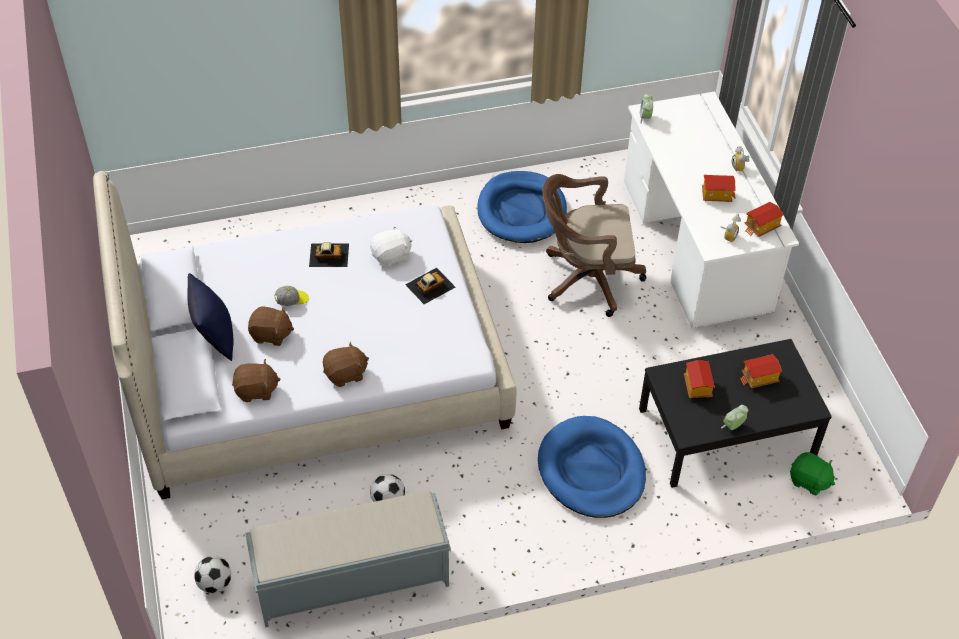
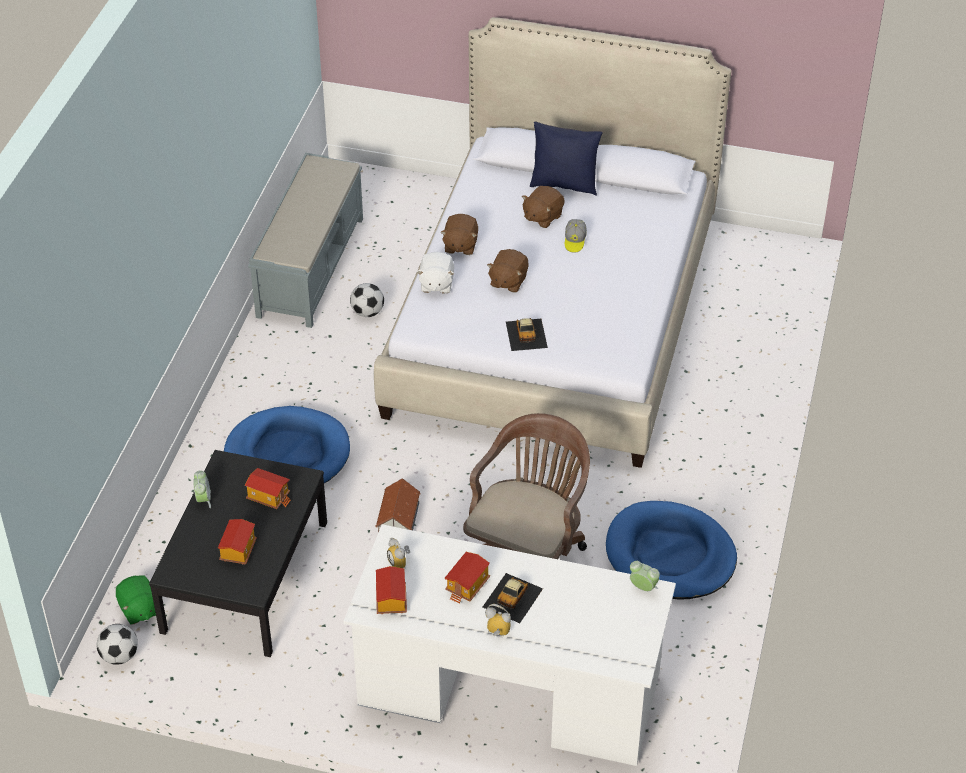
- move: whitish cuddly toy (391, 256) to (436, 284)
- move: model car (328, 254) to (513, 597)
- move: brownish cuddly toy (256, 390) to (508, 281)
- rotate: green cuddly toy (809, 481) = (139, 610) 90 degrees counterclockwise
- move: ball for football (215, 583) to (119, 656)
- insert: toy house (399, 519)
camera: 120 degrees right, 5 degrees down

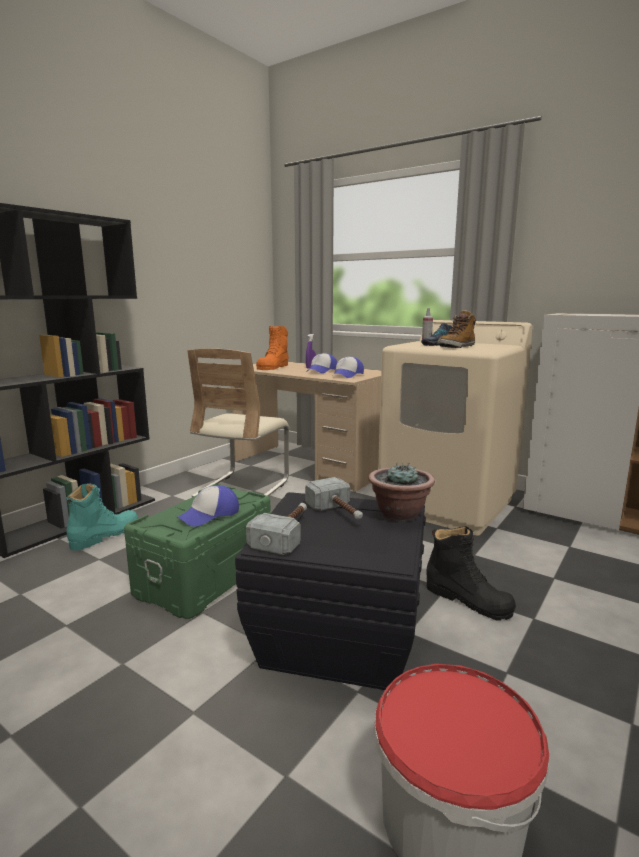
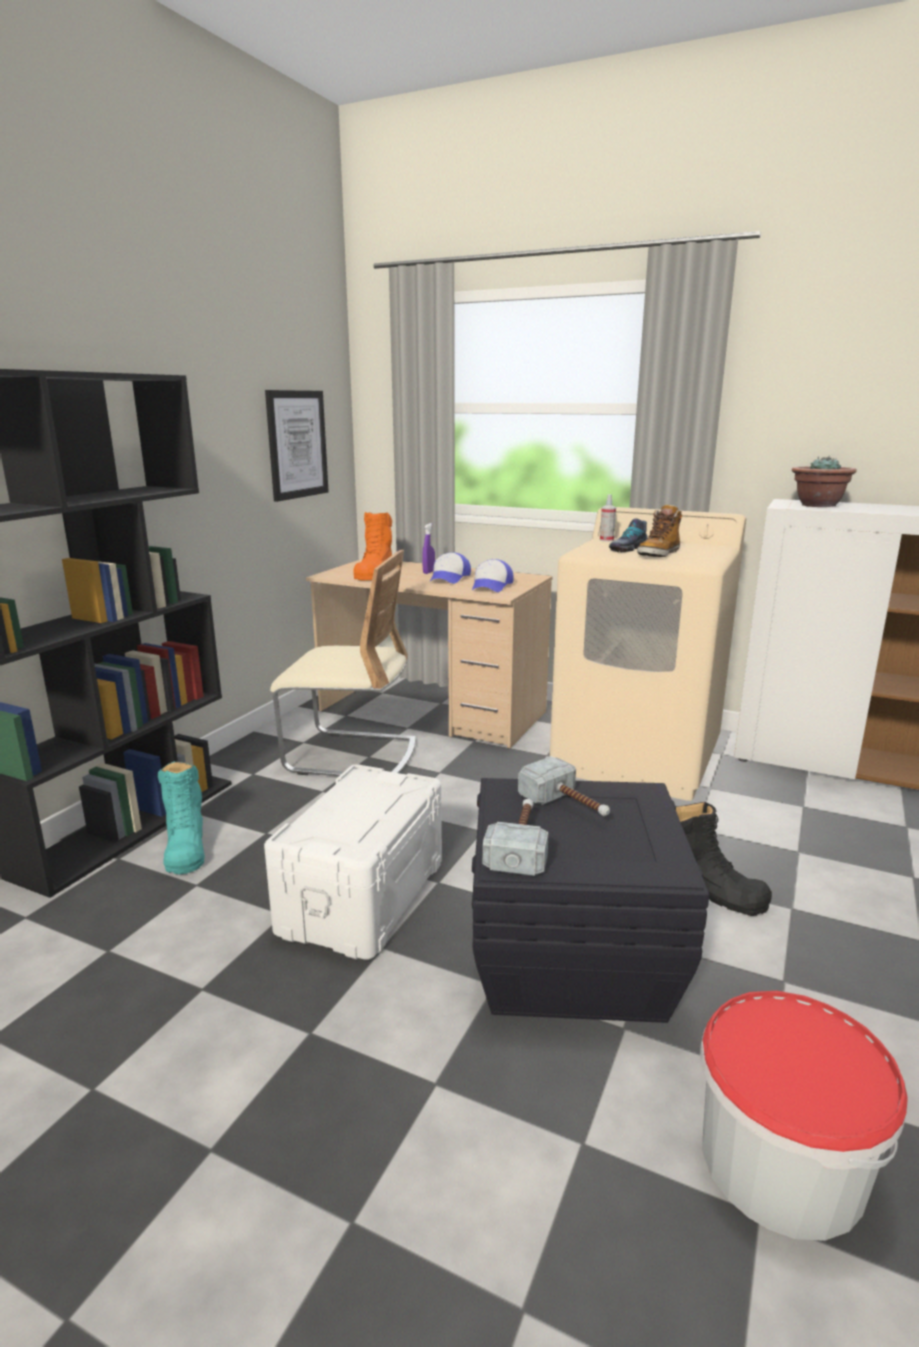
- rotate: beige upright chair (242, 489) = (351, 756) 90 degrees counterclockwise
- move: houseplant (399, 514) to (817, 505)
- rotate: turquoise tall boot (105, 535) = (185, 847) 135 degrees clockwise
- recolor: green storage box (207, 577) to whitish storage box (365, 896)
- delete: peaked cap (210, 515)
- insert: picture (297, 444)
camera: 10 degrees left, 5 degrees up

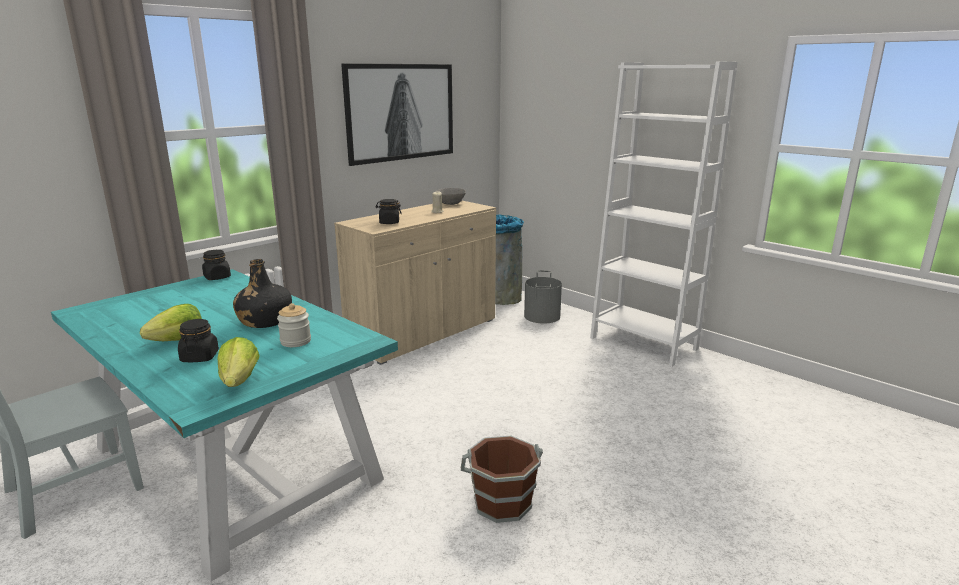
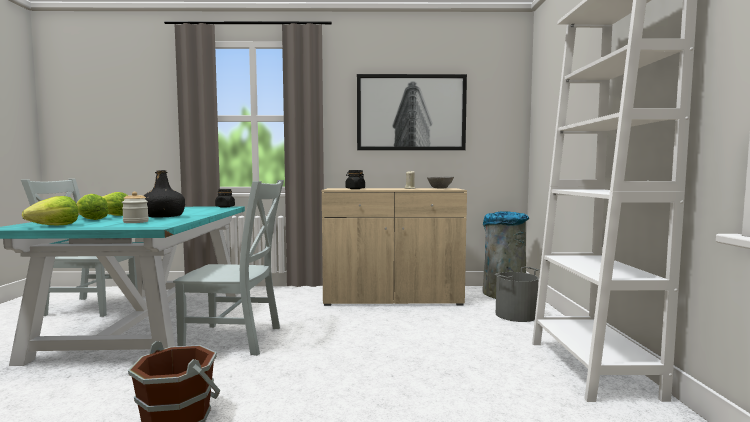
- replace: black storage jar (200, 357) to head of lettuce (90, 219)
- insert: greyish upright chair (237, 339)
camera: 45 degrees right, 15 degrees down

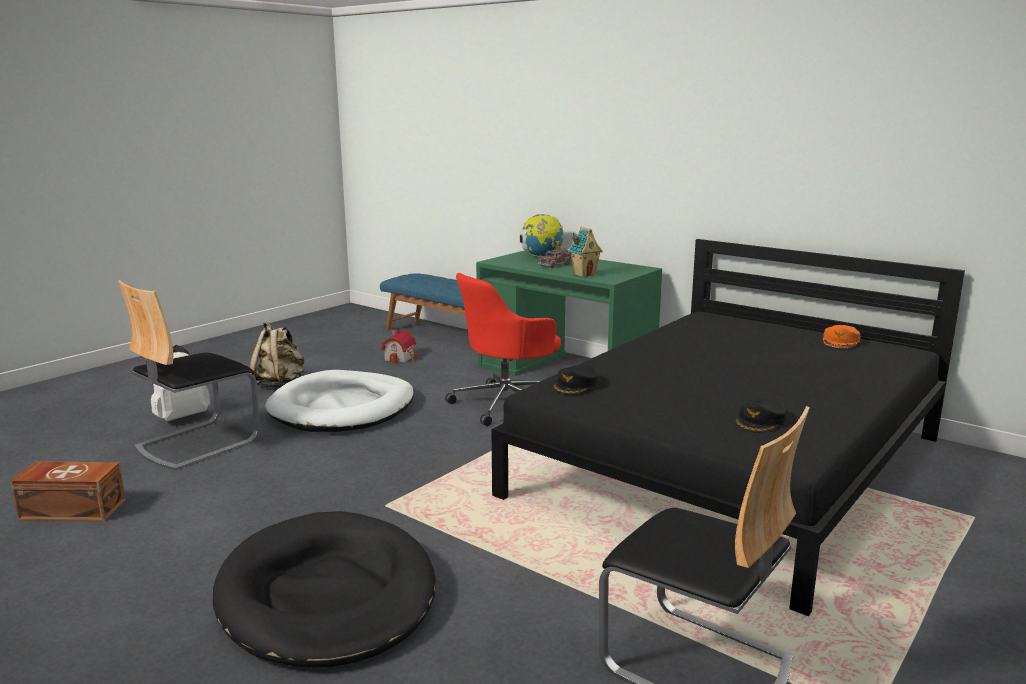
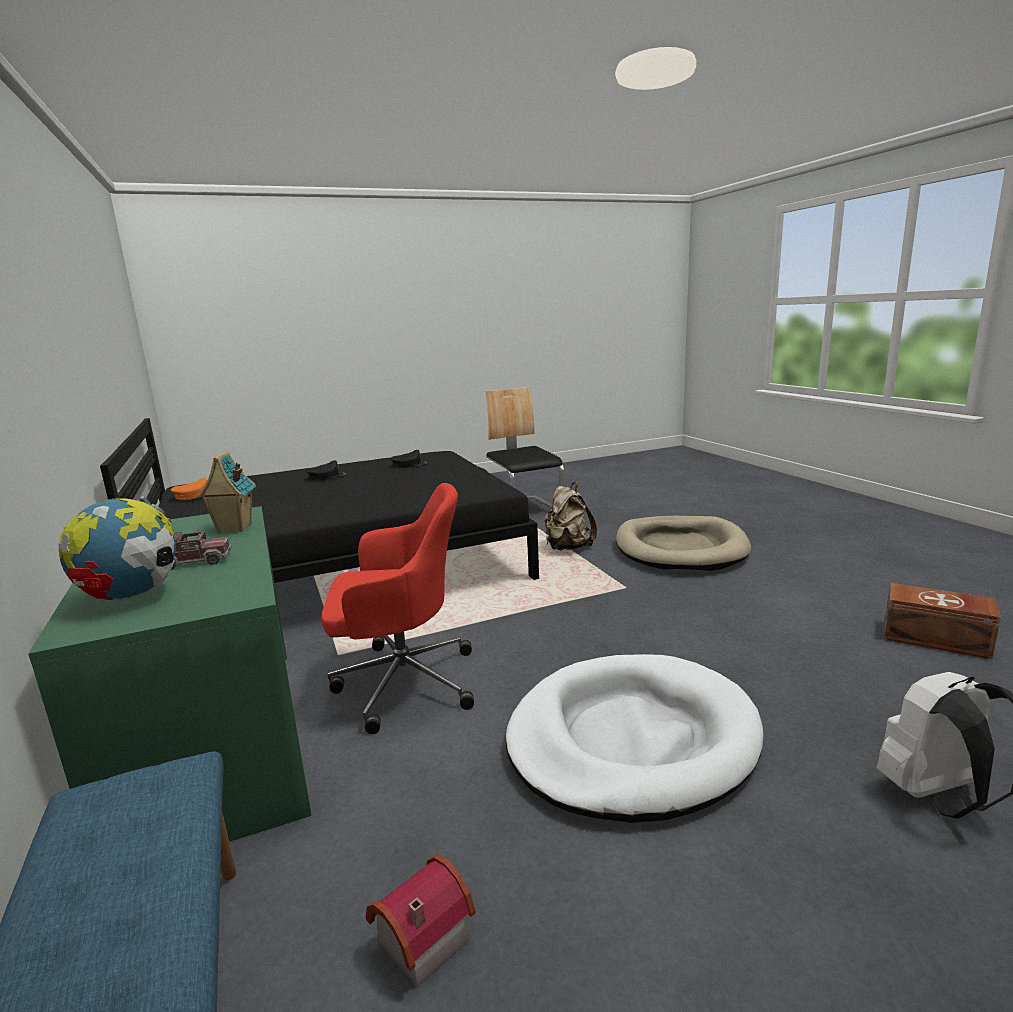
- delete: upright chair (197, 443)
- move: beige knapsack (280, 385) to (568, 548)
- move: black peaked cap (575, 385) to (327, 476)
- recolor: black dog bed (327, 595) to beige dog bed (680, 548)
camera: 150 degrees left, 0 degrees up

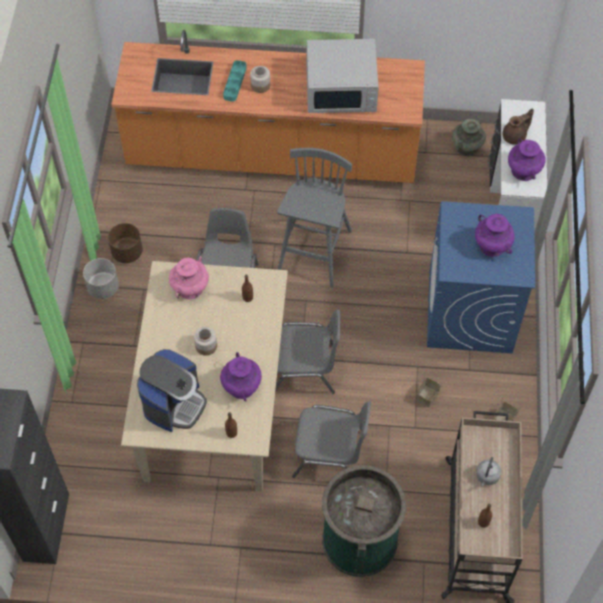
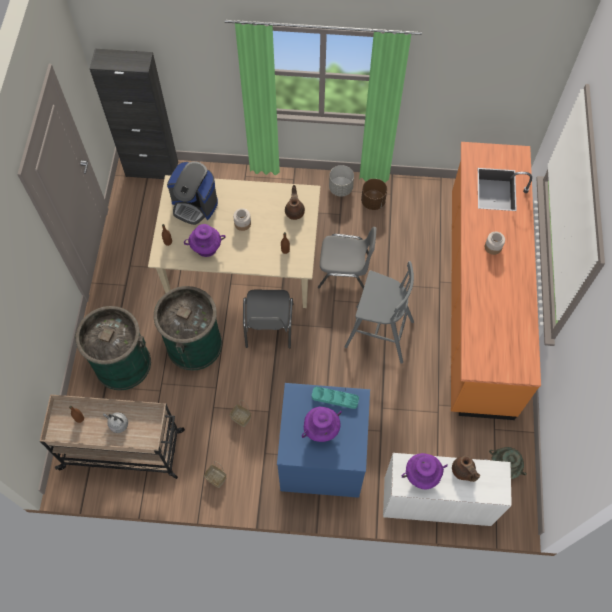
- delete: whitish microwave oven (341, 89)
- move: turquoise carrying tray (235, 82) to (335, 398)
- replace: pink decorative vase (190, 288) to brownish teapot (295, 211)
- replace: greyish upright chair (330, 454) to green trash can (194, 344)
camera: 90 degrees right, 5 degrees up

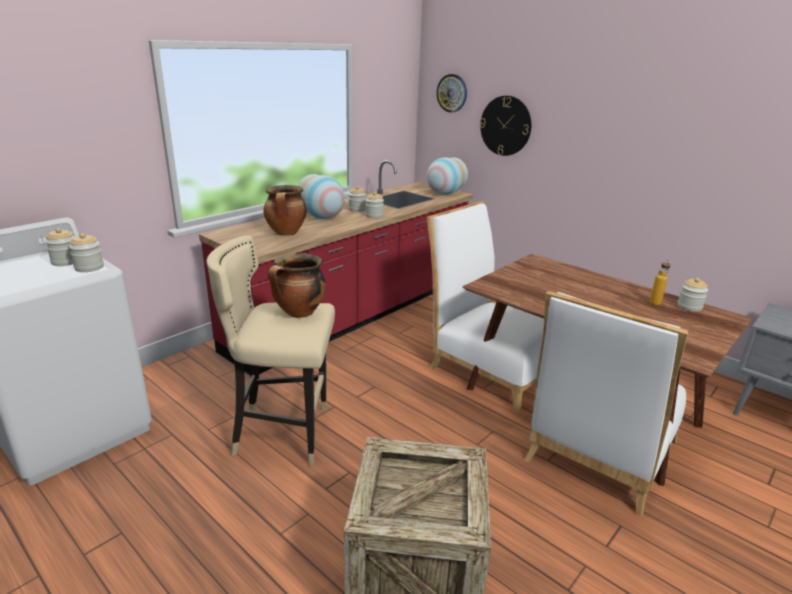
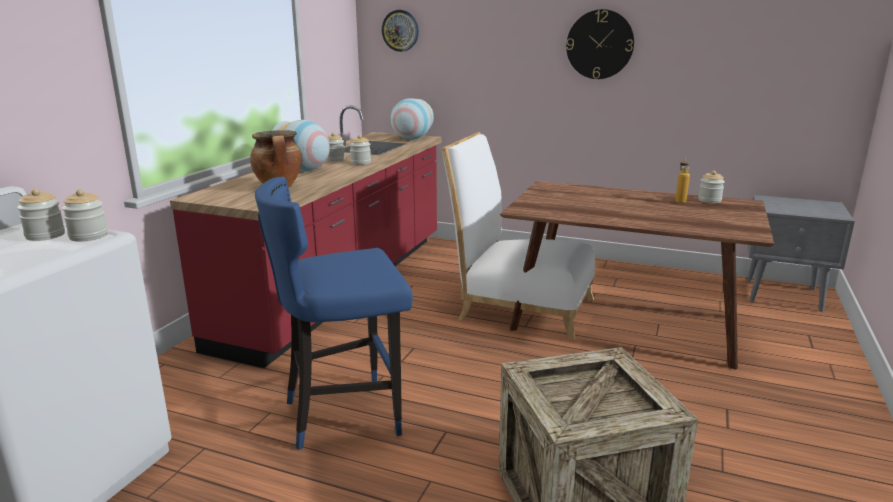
- move: wall clock (505, 126) to (599, 44)
- recolor: beige stool (284, 433) to bluish stool (344, 414)
- delete: saucepot (299, 313)
- delete: whitish upright chair (598, 456)
camera: 20 degrees left, 5 degrees down

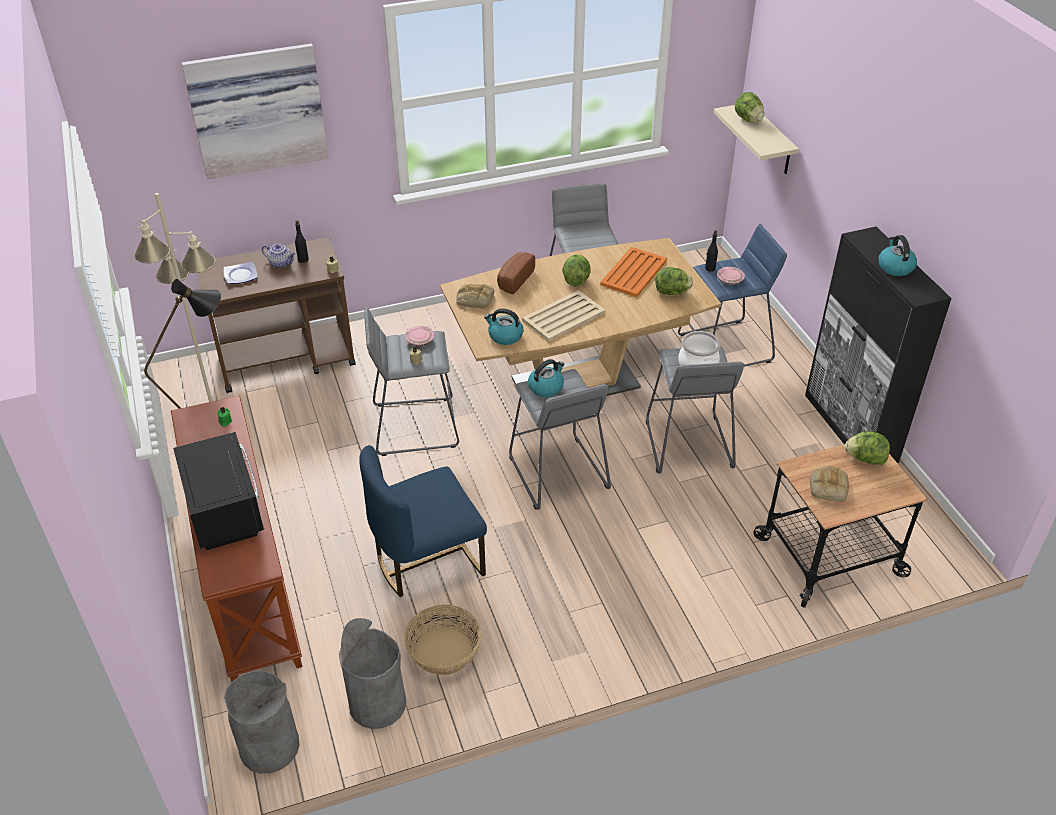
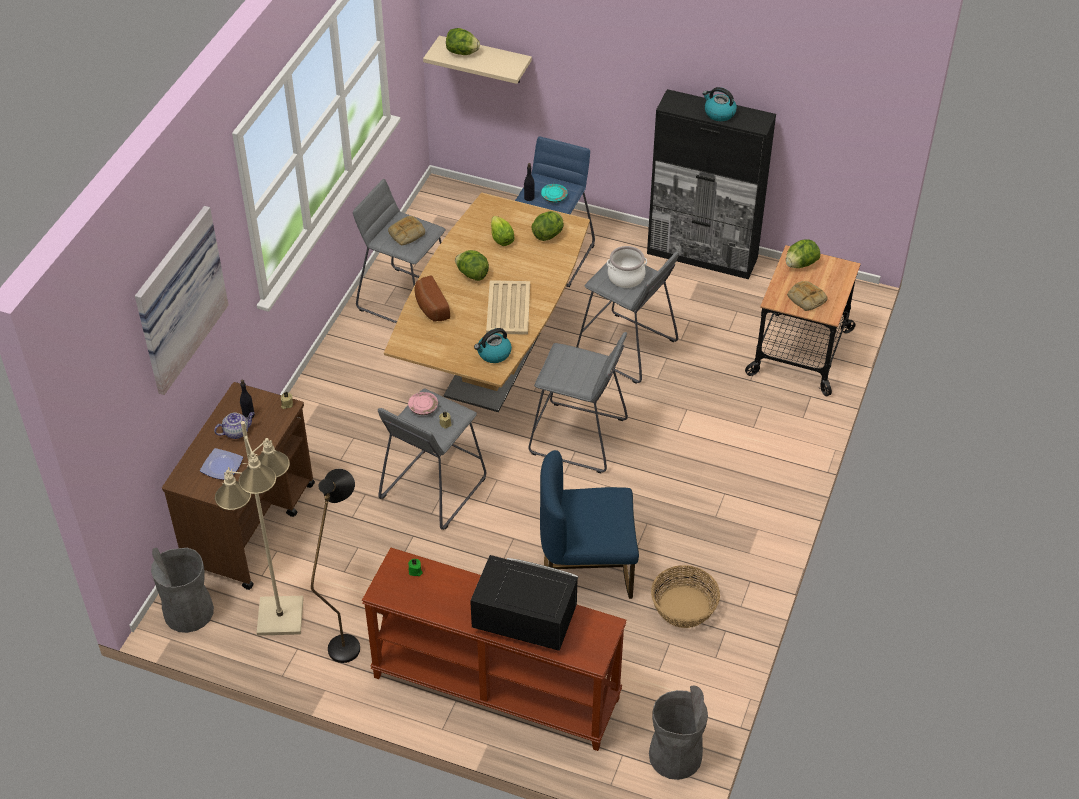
- replace: orange-coloured carrying tray (633, 273) to head of lettuce (501, 239)
- recolor: pink plate (730, 280) to turquoise plate (554, 197)
- move: baked bread (474, 299) to (406, 234)
- delete: water kettle (546, 387)
- rotate: bluish upright chair (427, 560) = (587, 566) 75 degrees clockwise
- move: greyish trash can (377, 703) to (188, 612)
camera: 50 degrees left, 5 degrees up

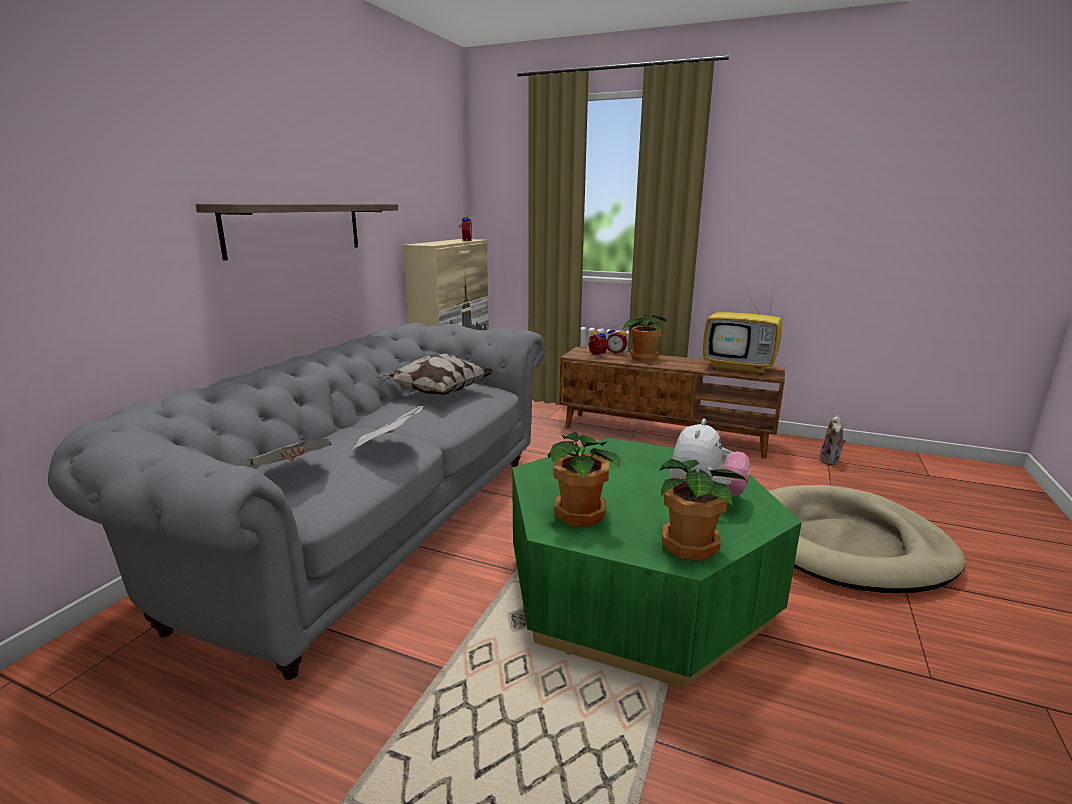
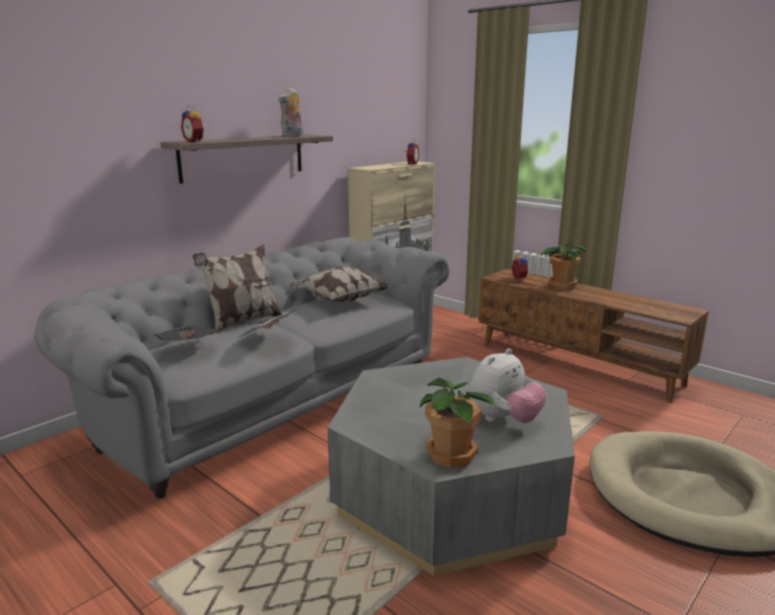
- delete: television (740, 368)
- move: alarm clock (616, 352) to (195, 141)
- move: cuddly toy (830, 461) to (293, 136)
- delete: houseplant (582, 514)
- recolor: green lounge table (636, 588) to greyish lounge table (450, 493)
- insert: throw pillow (242, 321)
camera: 20 degrees right, 0 degrees up

